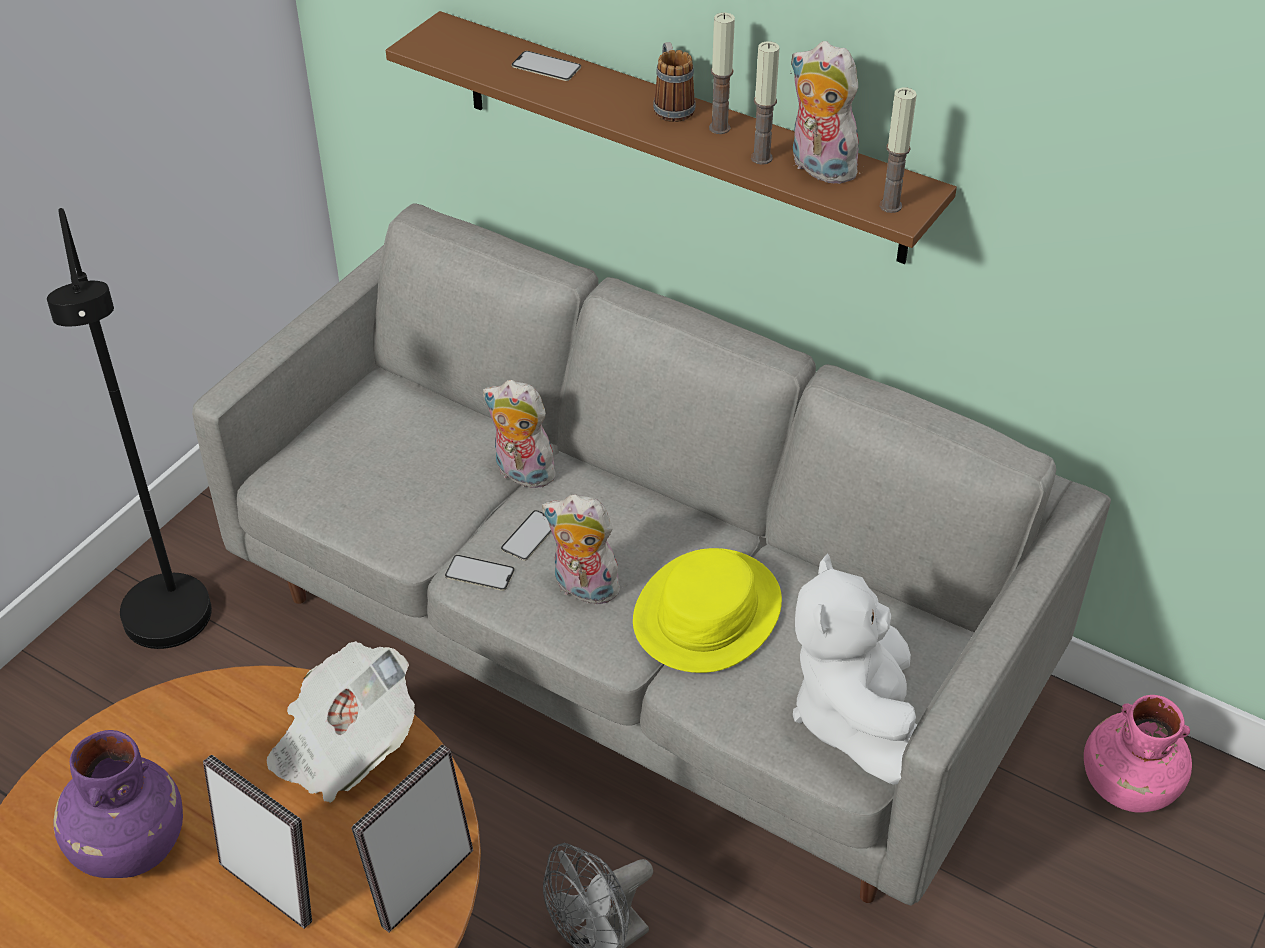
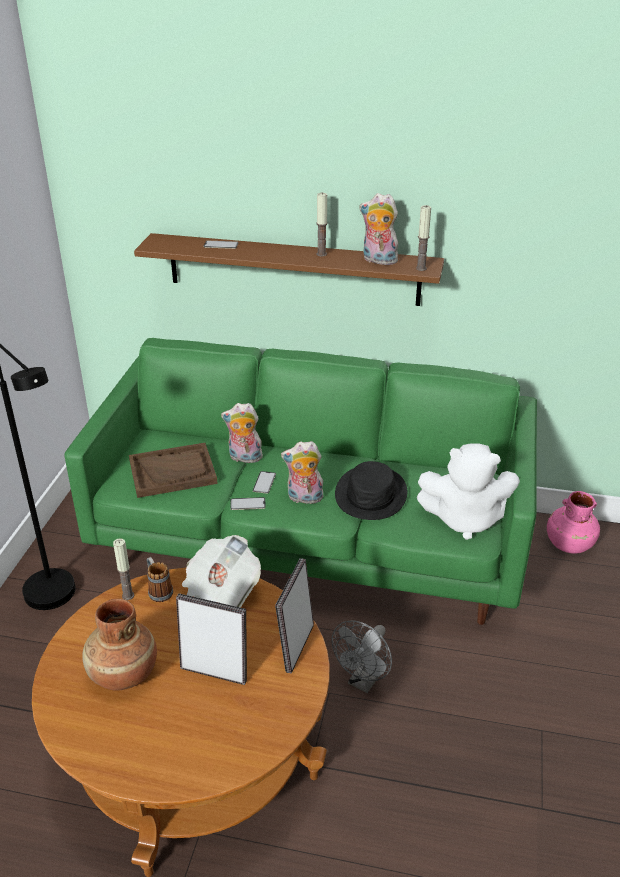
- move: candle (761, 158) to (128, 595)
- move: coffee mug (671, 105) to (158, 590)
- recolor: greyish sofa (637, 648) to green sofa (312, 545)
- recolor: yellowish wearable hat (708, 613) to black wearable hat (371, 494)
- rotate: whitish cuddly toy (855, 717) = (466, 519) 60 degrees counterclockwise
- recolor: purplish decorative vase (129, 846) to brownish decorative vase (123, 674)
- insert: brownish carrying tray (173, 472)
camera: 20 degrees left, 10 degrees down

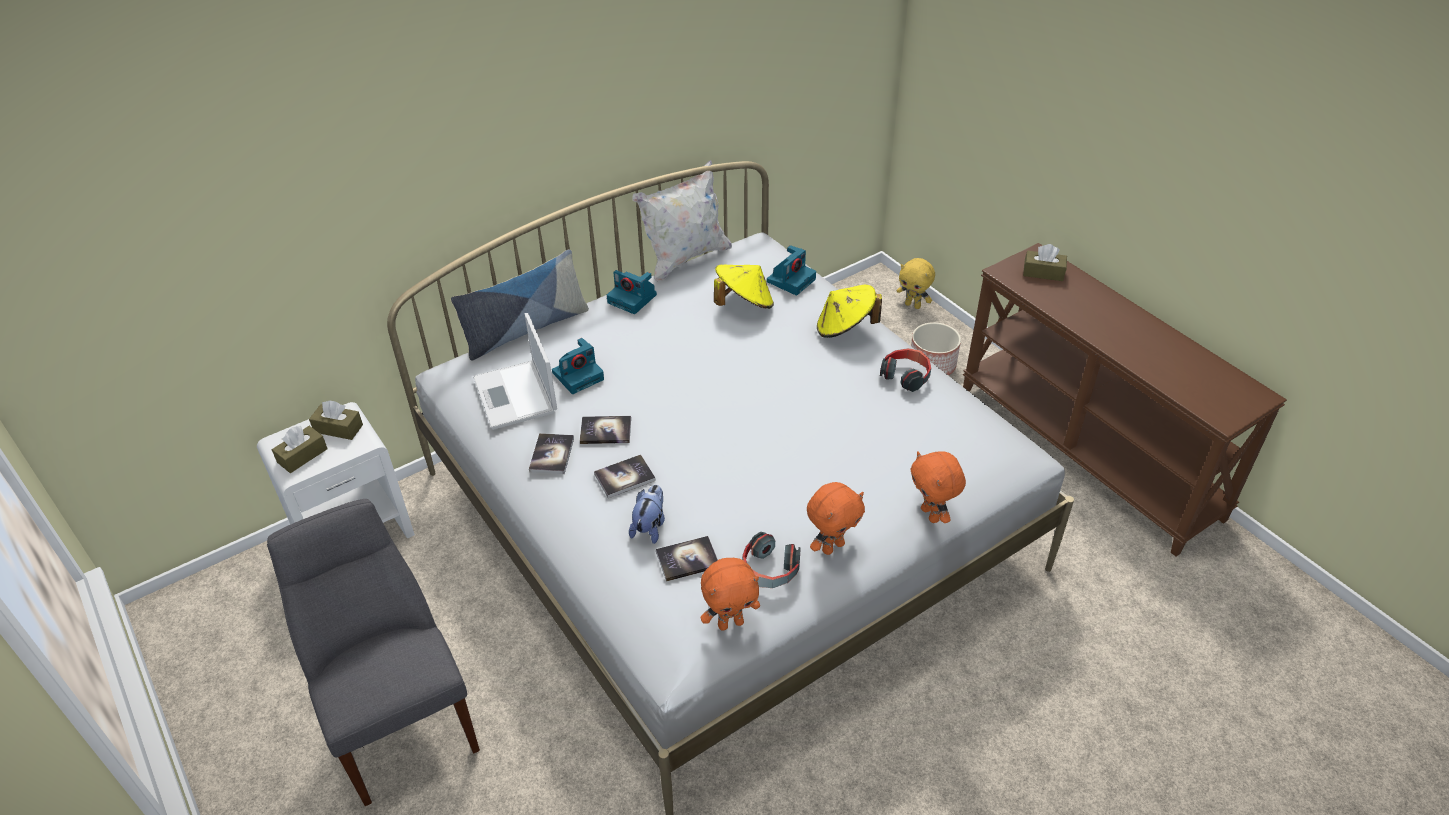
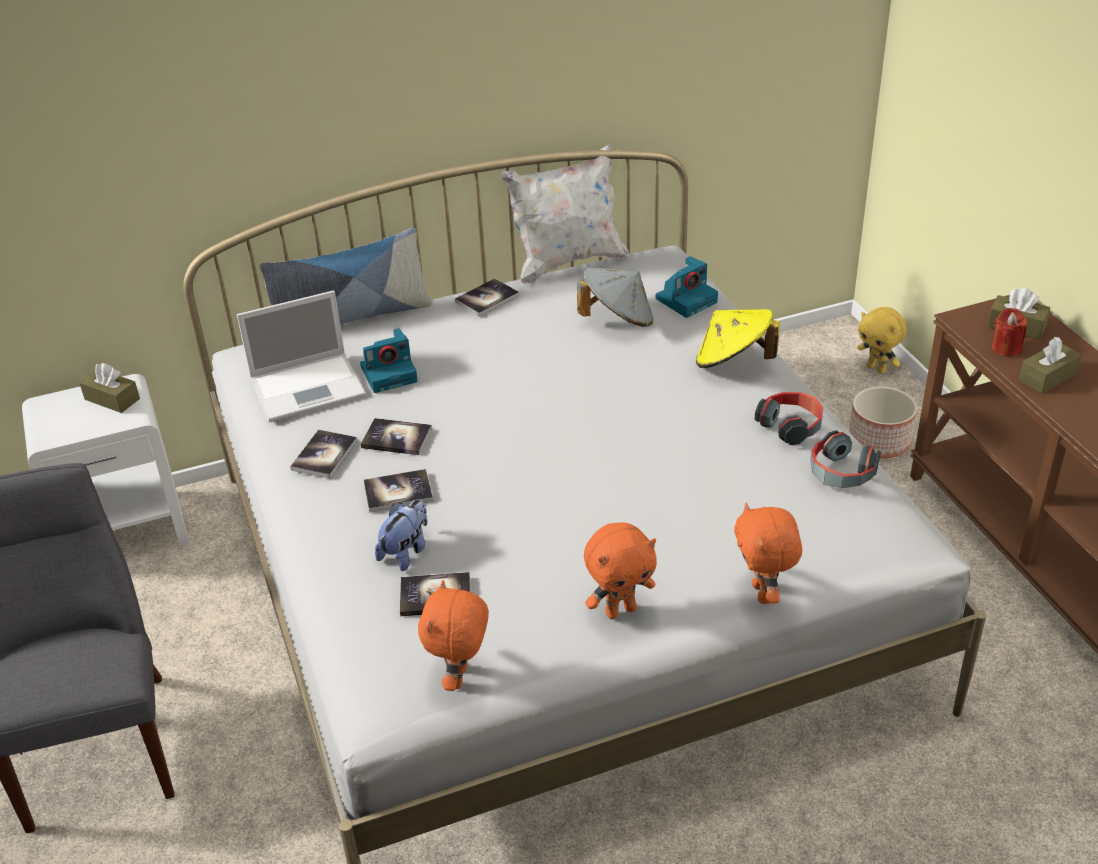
- recolor: yellowish wearable hat (744, 304) to greyish wearable hat (617, 319)
- replace: still camera (633, 299) to bound book (487, 299)
- rotate: notebook computer (516, 396) = (310, 386) 105 degrees counterclockwise
- move: brownish tissue box (302, 456) to (1047, 377)
- move: pair of headphones (769, 569) to (841, 473)
- rotate: orange-coloured cuddly toy (730, 623) = (460, 678) 105 degrees clockwise
- insert: red-coloured candle (1006, 348)
camera: 15 degrees right, 5 degrees down

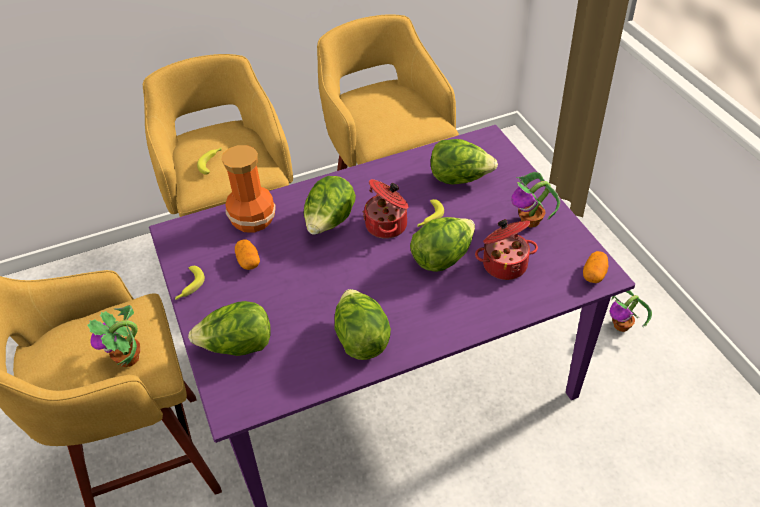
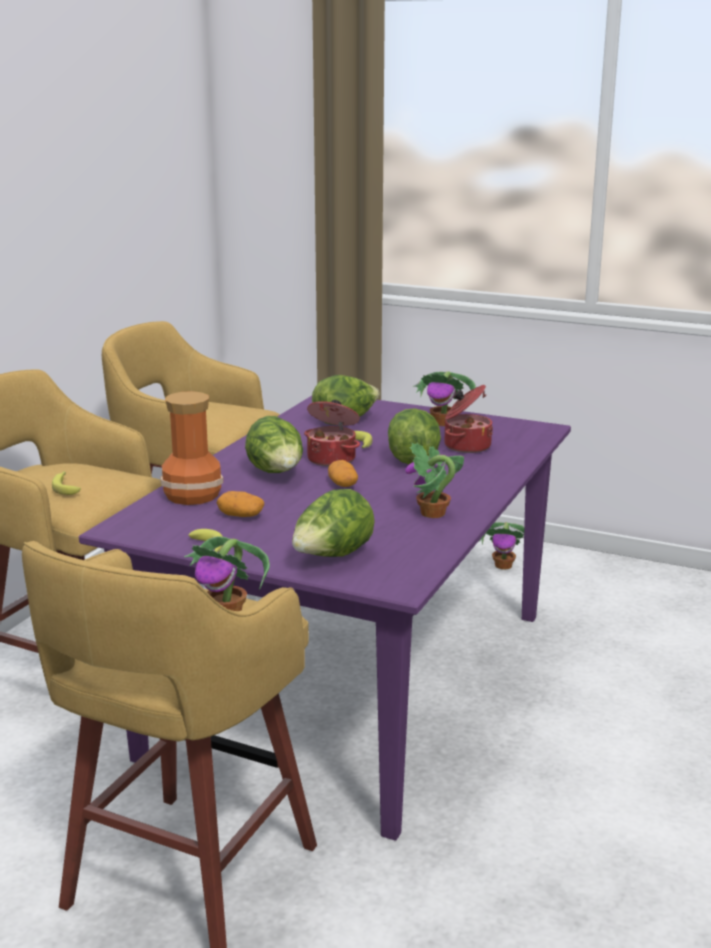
- move: potato (594, 274) to (342, 484)
- replace: head of lettuce (361, 339) to houseplant (433, 513)
camera: 45 degrees left, 25 degrees down

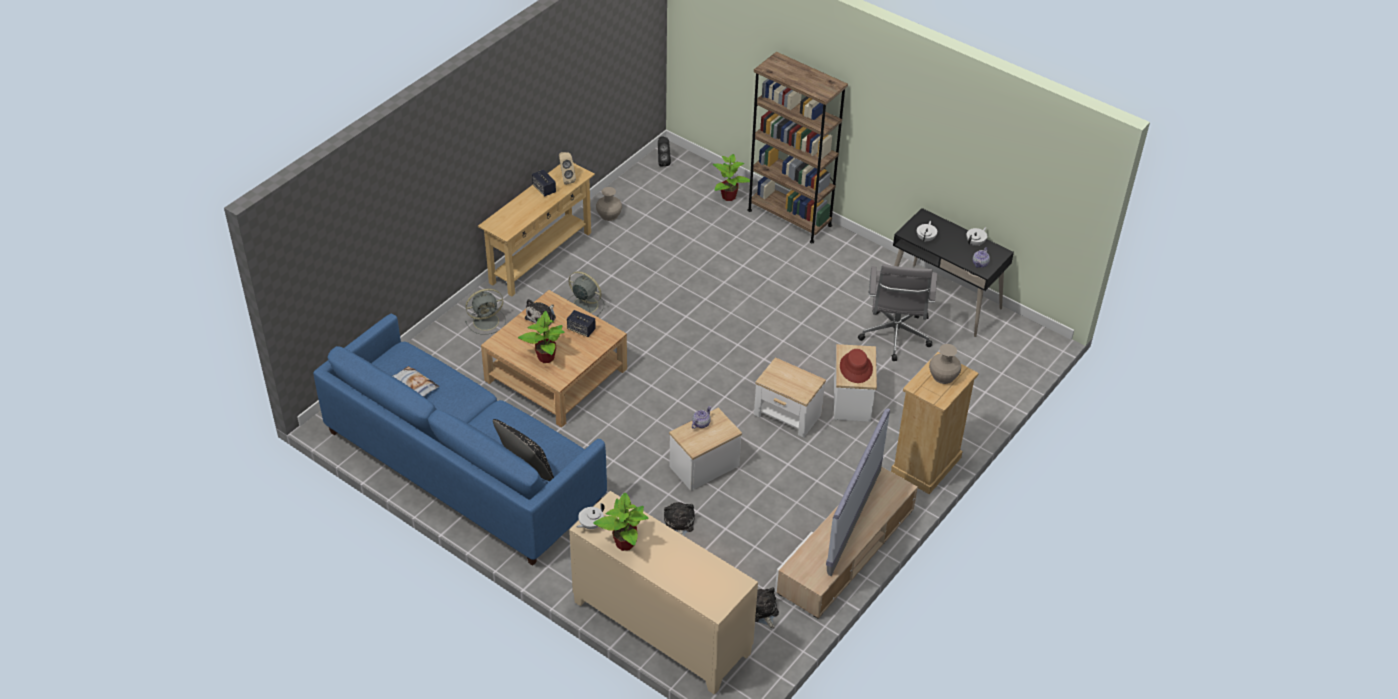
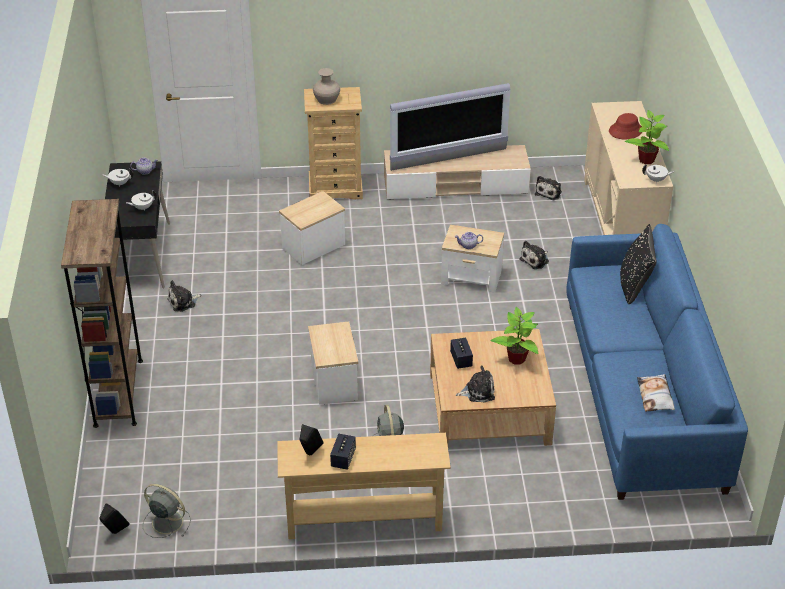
- recolor: beige speaker (566, 179) to black speaker (310, 454)
- delete: houseplant (729, 197)
- delete: beige decorative vase (609, 215)
- delete: greyish computer chair (894, 338)
- move: greyish electric fan (487, 321) to (166, 521)
- move: red-coloured wearable hat (856, 368) to (625, 131)
- move: side table (787, 415) to (335, 382)
- insert: cuddly toy (183, 302)
camera: 130 degrees left, 5 degrees down

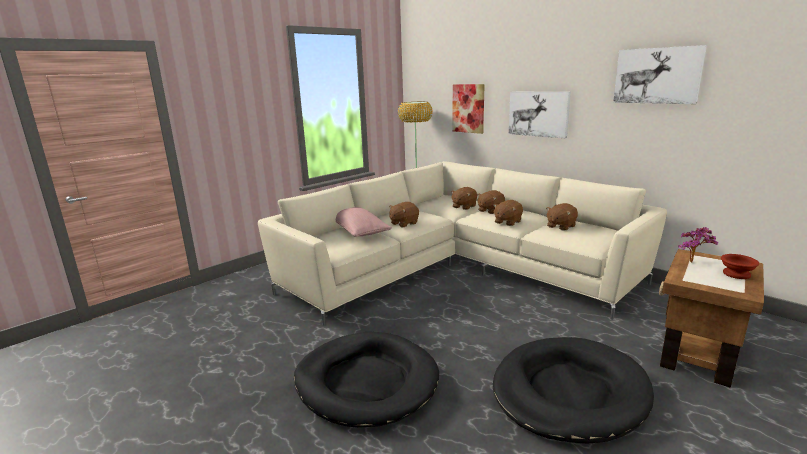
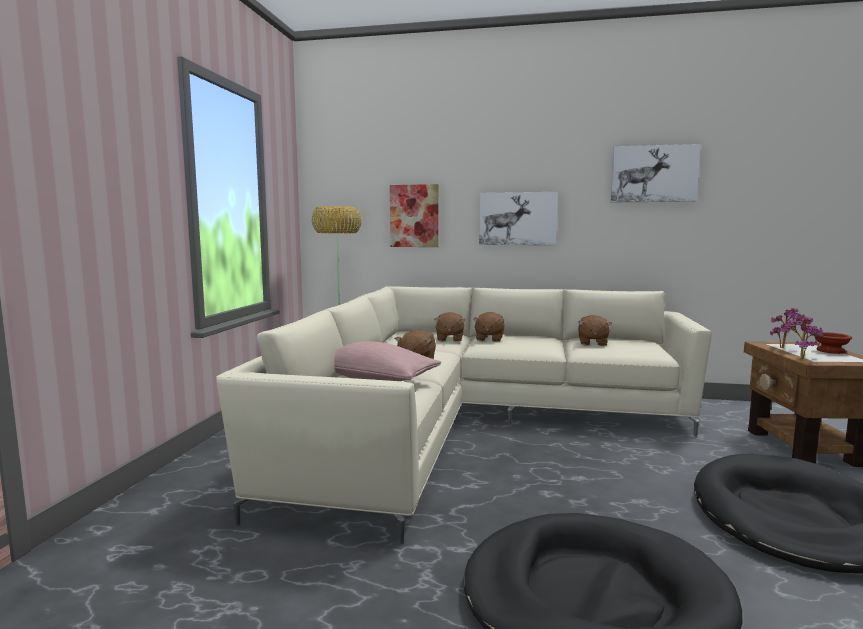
- delete: brownish cuddly toy (507, 222)
- insert: houseplant (799, 358)
camera: 35 degrees left, 10 degrees down

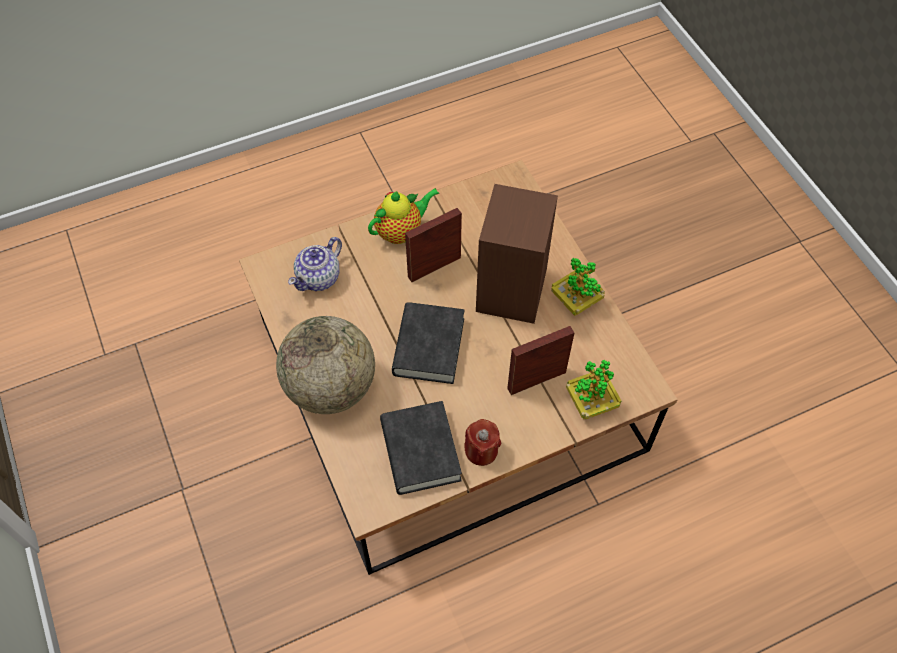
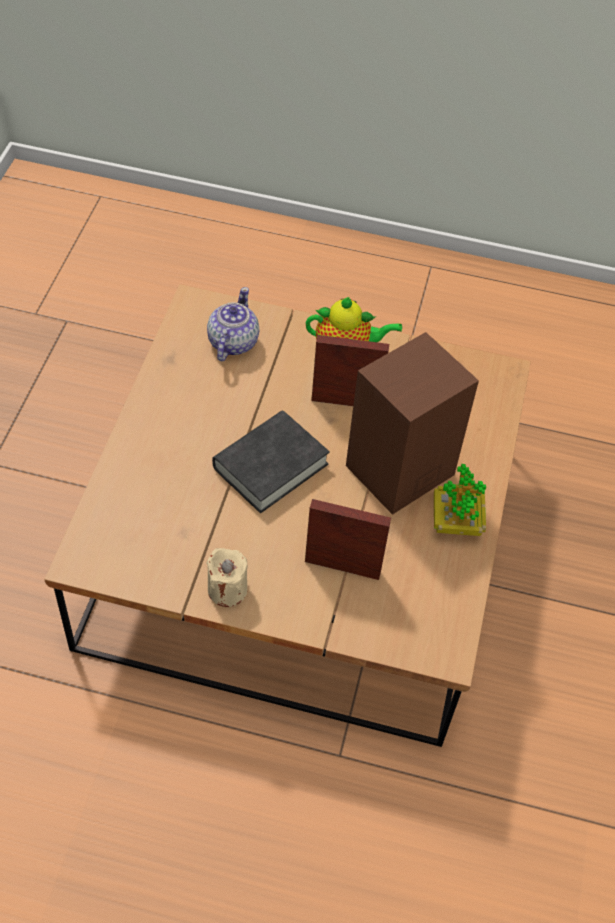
- rotate: teapot (319, 277) = (232, 343) 120 degrees clockwise
- delete: world globe (331, 388)
- delete: houseplant (591, 402)
- delete: black bound book (420, 451)
- recolor: red-coloured candle (481, 450) to beige candle (227, 589)
camera: 35 degrees right, 5 degrees down

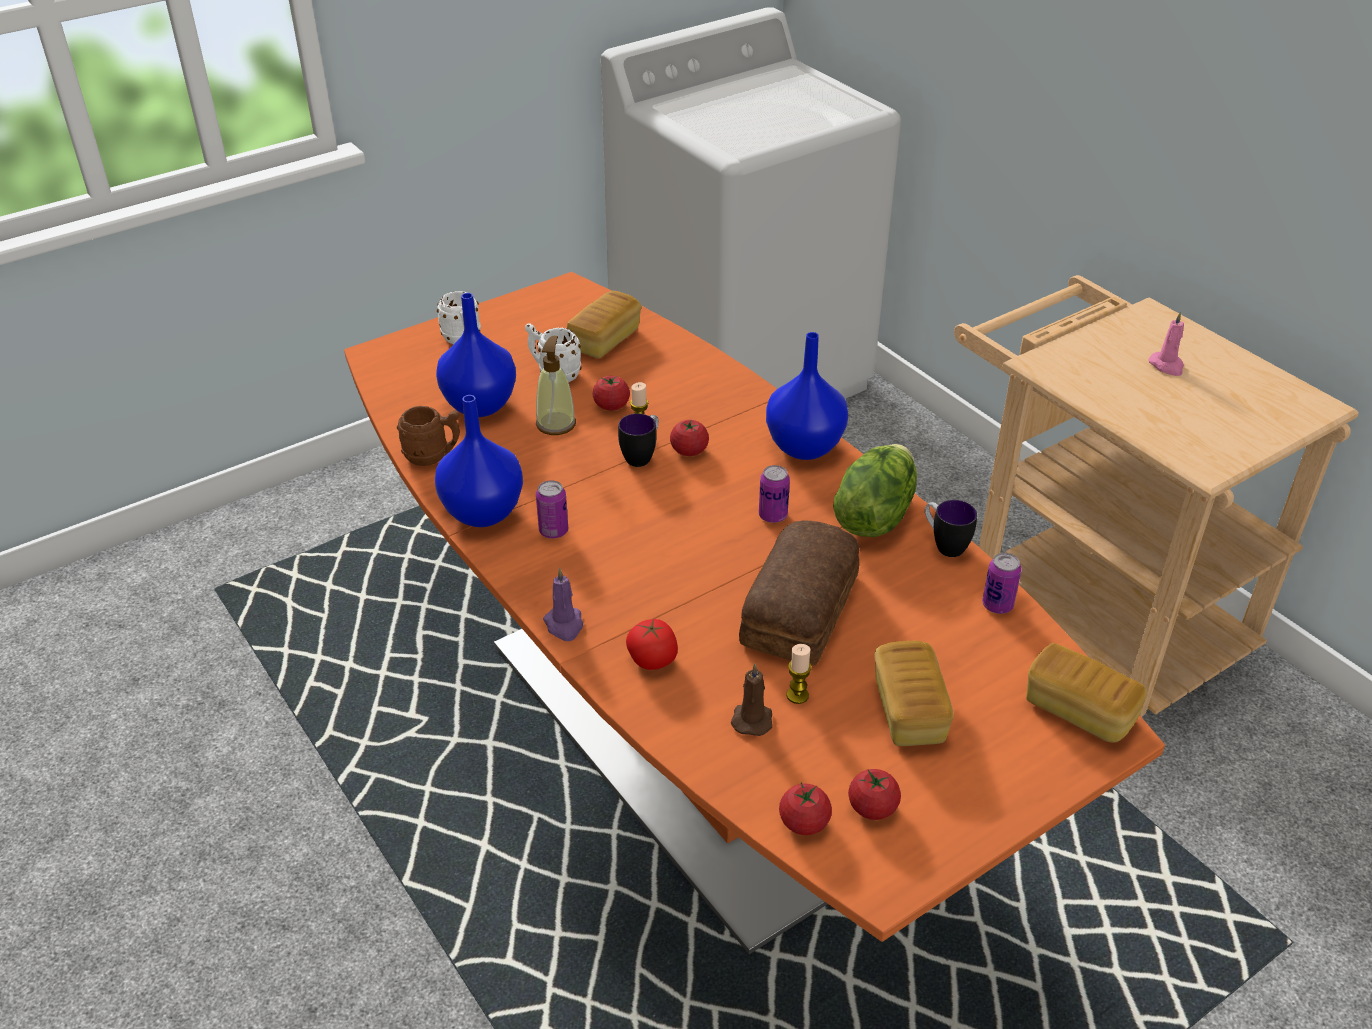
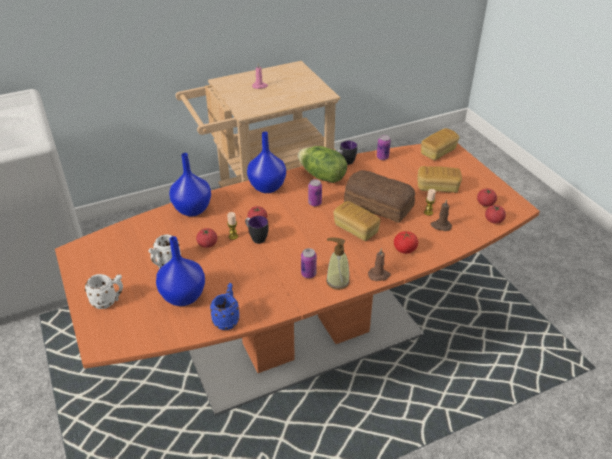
- move: baked bread (605, 340) to (356, 229)
- move: liquid soap bottle (556, 424) to (337, 281)
- move: bluish decorative vase (483, 513) to (193, 209)
- recolor: brownish coffee mug (434, 456) to bluish coffee mug (227, 319)
- recolor: purplish candle (564, 625) to brownish candle (379, 275)
camera: 80 degrees left, 0 degrees up

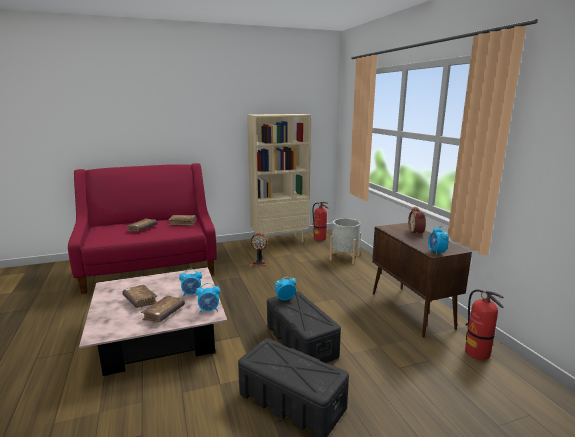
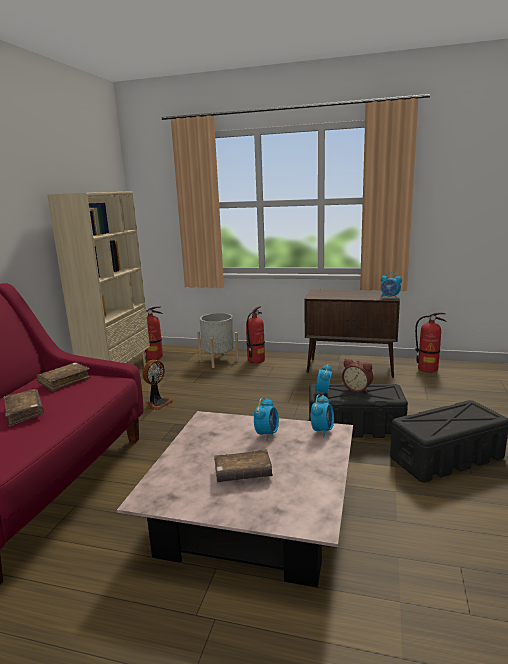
- move: alarm clock (417, 232) to (357, 388)
- delete: brownish bound book (164, 313)
- insert: extinguisher (256, 360)
camera: 55 degrees left, 0 degrees up

